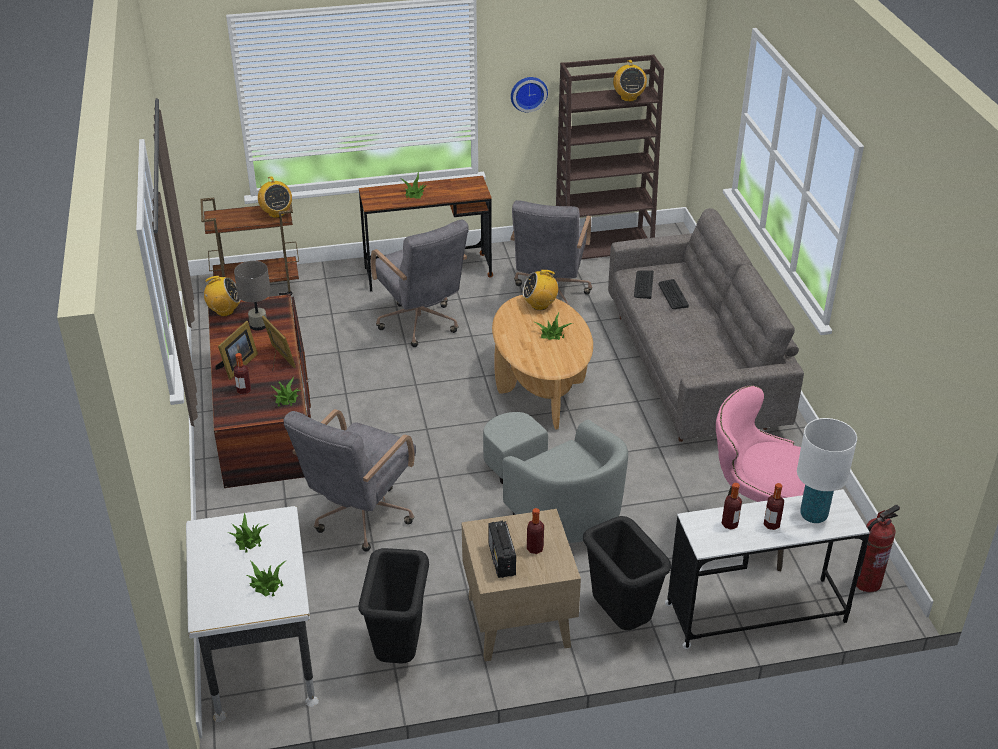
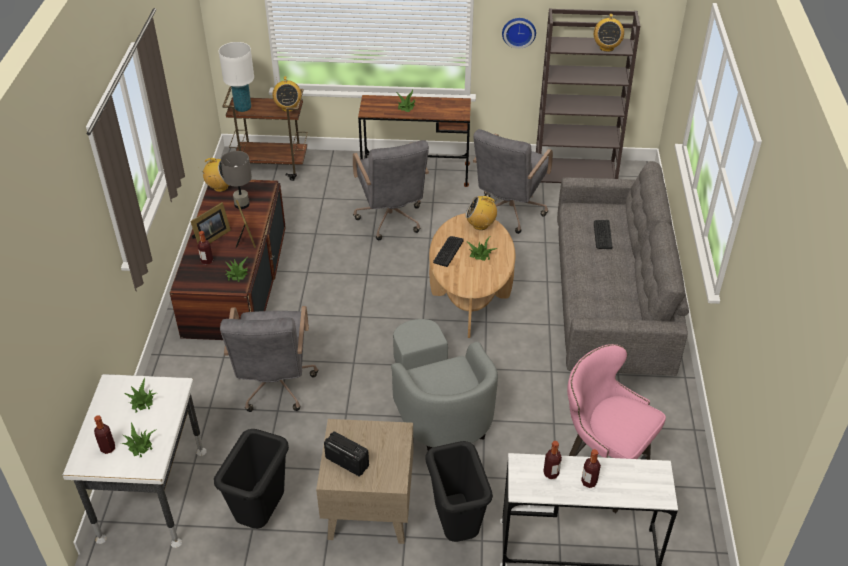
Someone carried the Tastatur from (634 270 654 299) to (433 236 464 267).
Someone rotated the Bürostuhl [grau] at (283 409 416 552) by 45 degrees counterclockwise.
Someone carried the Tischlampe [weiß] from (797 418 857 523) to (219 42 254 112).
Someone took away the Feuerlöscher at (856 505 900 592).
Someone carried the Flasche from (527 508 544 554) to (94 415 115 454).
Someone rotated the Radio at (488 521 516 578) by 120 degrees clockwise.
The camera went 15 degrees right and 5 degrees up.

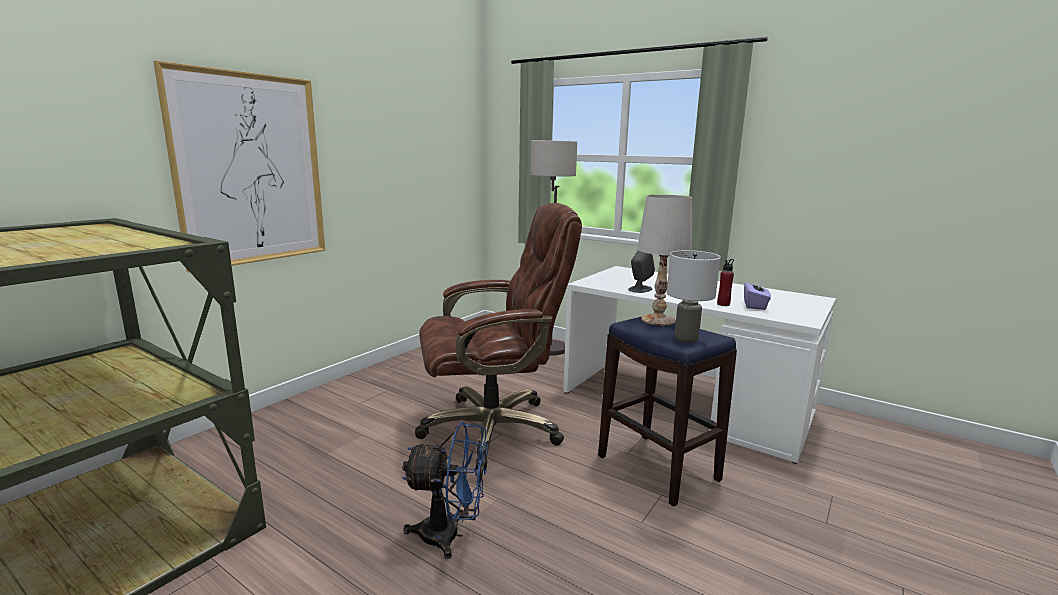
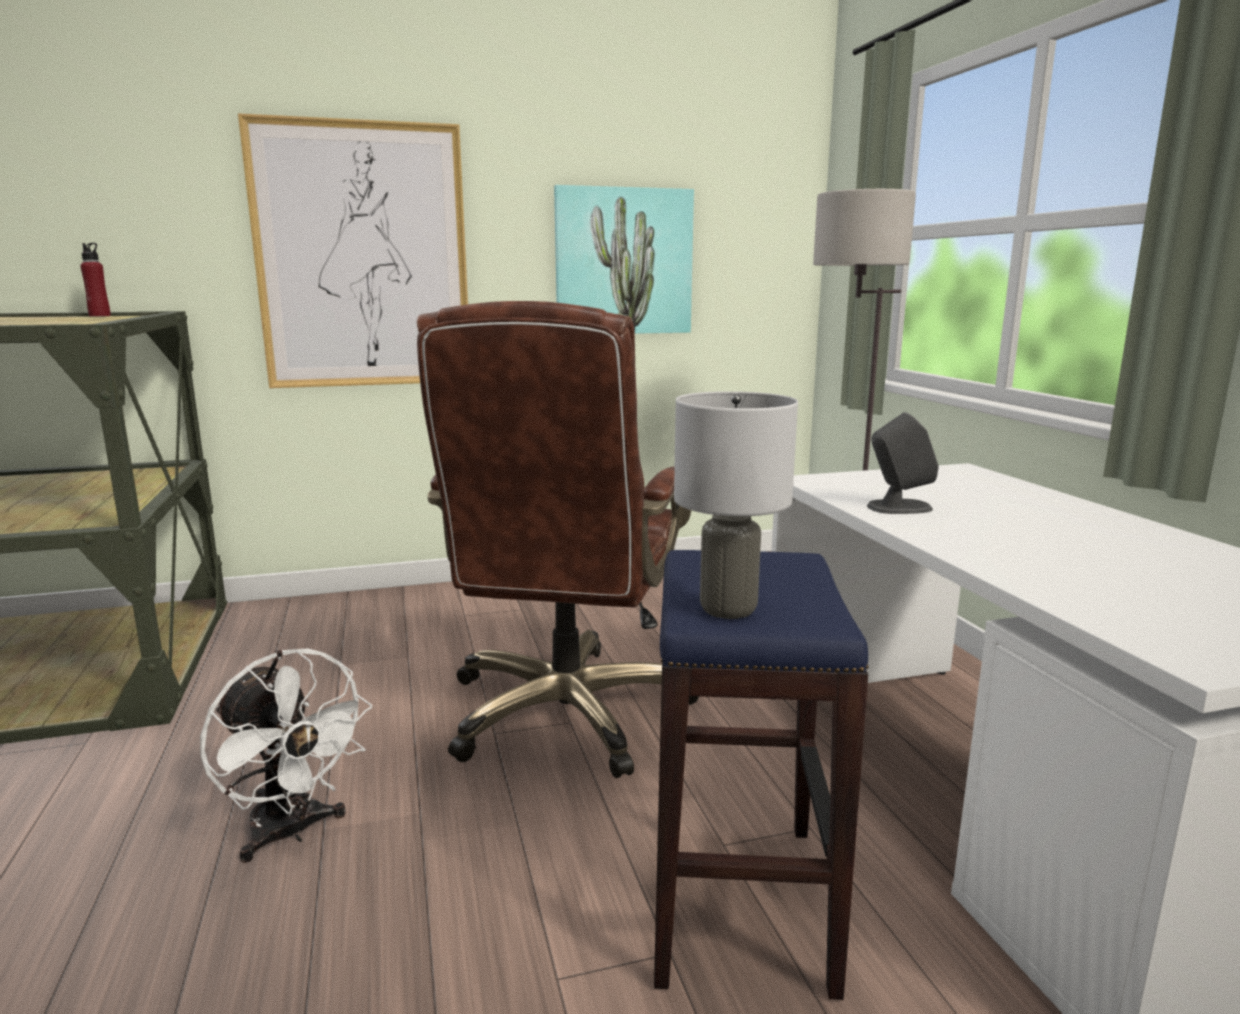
Someone took away the Tischlampe [weiß] at (637 195 692 326).
Someone rotated the Bürostuhl [braun] at (415 203 582 470) by 75 degrees clockwise.
Someone carried the Flasche [rot] from (717 259 734 306) to (80 243 111 317).
Someone took away the Taschentuchbox [lila] at (744 279 771 310).
Someone repainted the Ventilator [blau] at (402 422 488 559), which became the Ventilator [weiß] at (200 649 373 863).
Someone put up the Bild at (554 185 694 334).
The camera went 40 degrees right and 0 degrees up.

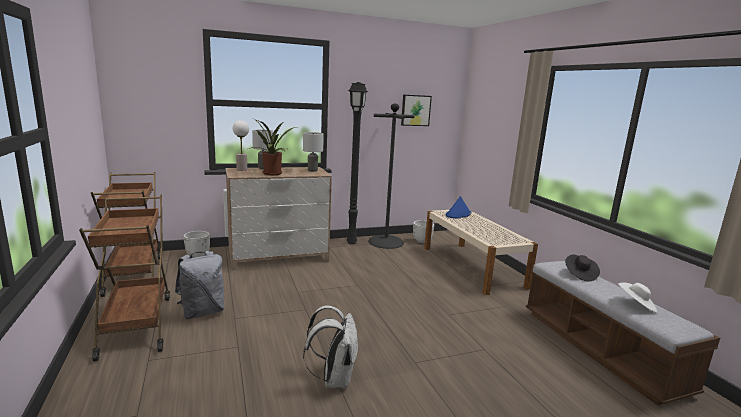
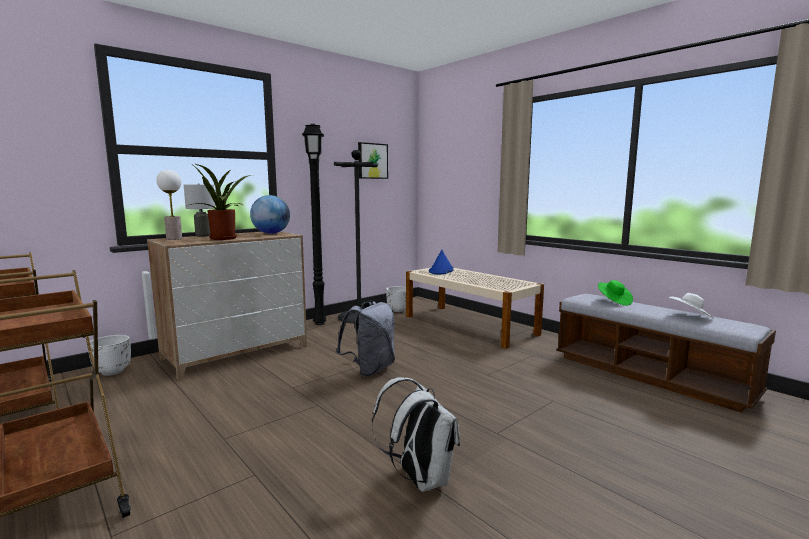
Someone swapped the Tischlampe [weiß] at (303 132 324 172) for the Globus at (250 195 290 234).
Someone carried the Rucksack [grau] from (175 251 224 319) to (336 300 395 376).
Someone repainted the Hut [schwarz] at (565 255 600 281), which became the Hut [grün] at (598 280 633 306).
The camera went 20 degrees left and 5 degrees down.

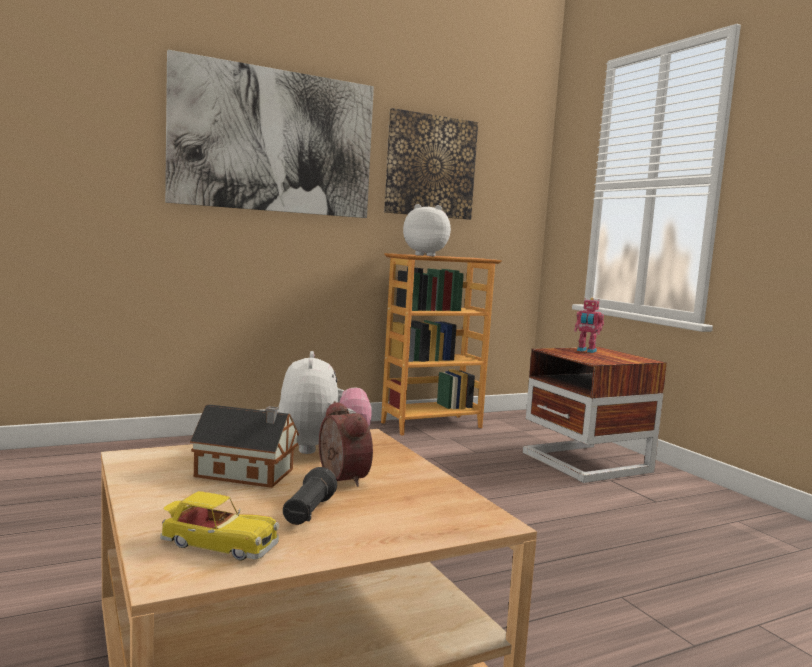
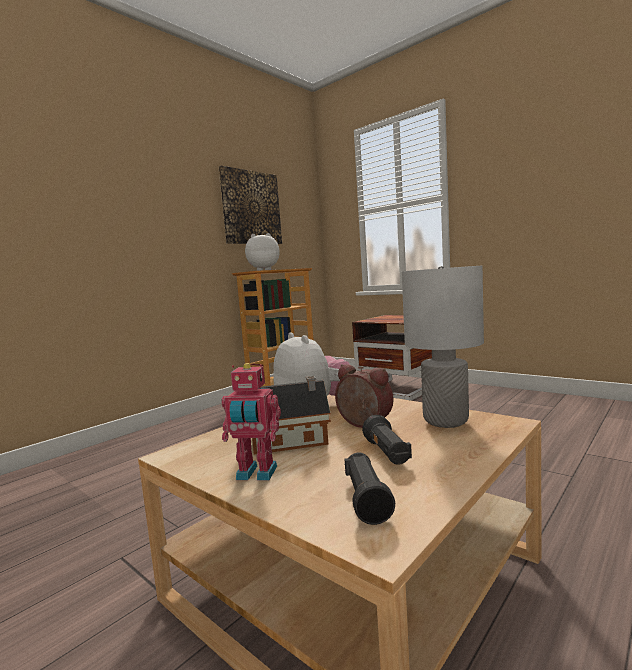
Someone took away the Bild at (165 50 374 218).
Someone carried the Spielzeugroboter from (574 298 604 353) to (222 363 281 481).
Someone swapped the Spielzeugauto at (160 491 279 560) for the Taschenlampe [schwarz] at (344 453 395 525).
Someone put down the Tischlampe [grau] at (402 265 484 428).
The camera went 20 degrees left and 0 degrees up.

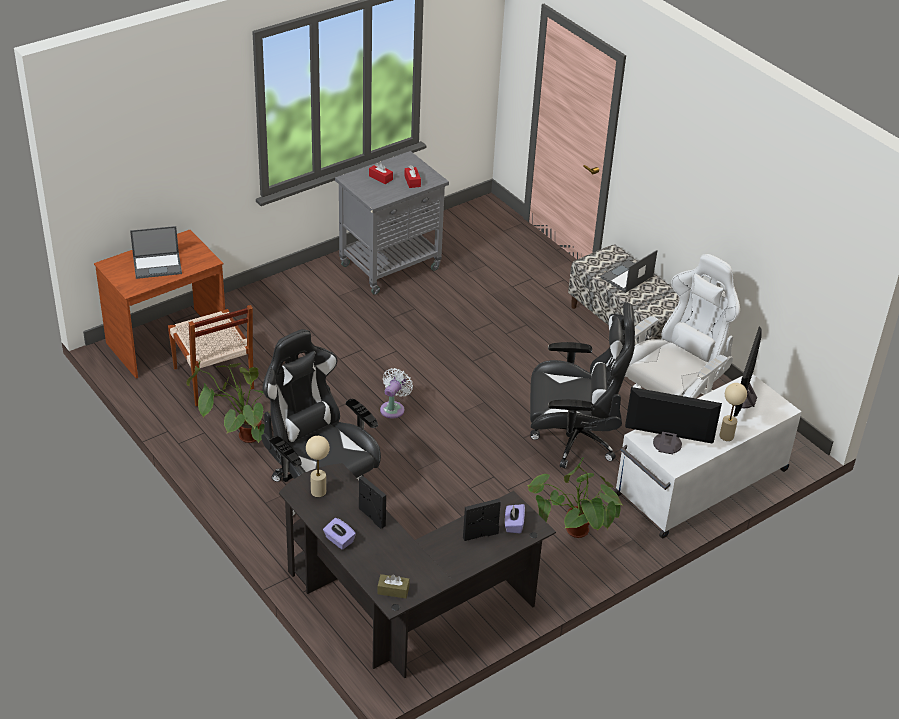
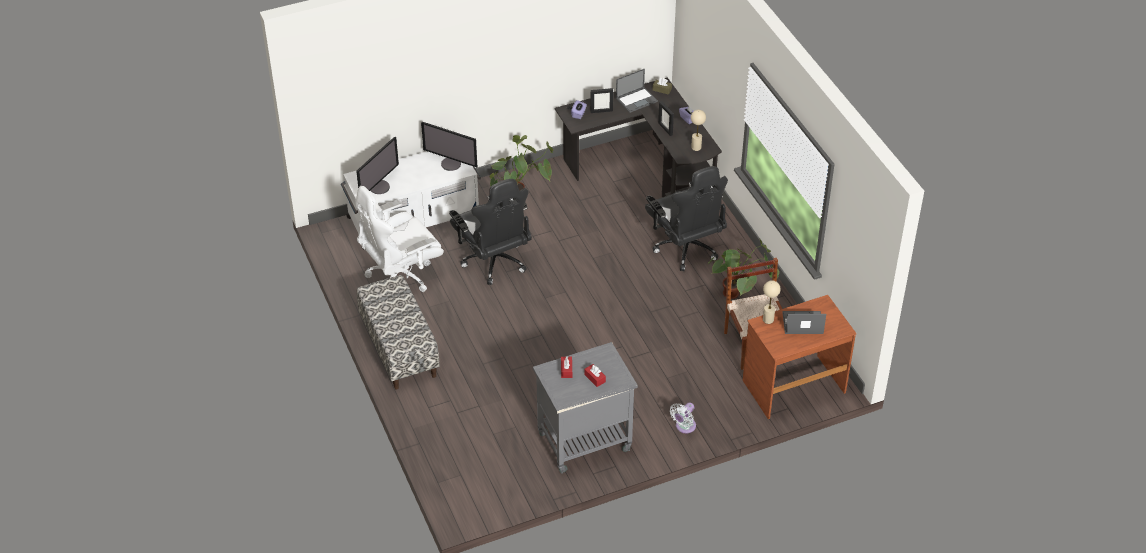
Someone carried the Laptop from (600 250 657 293) to (616 69 658 113).
Someone rotated the Bürostuhl [schwarz] at (530 302 635 469) by 135 degrees counterclockwise.
Someone carried the Ventilator [weiß] from (380 368 413 419) to (670 402 696 433).
Someone carried the Tischlampe [beige] from (720 383 747 441) to (763 280 780 324).
The camera went 165 degrees left and 5 degrees up.

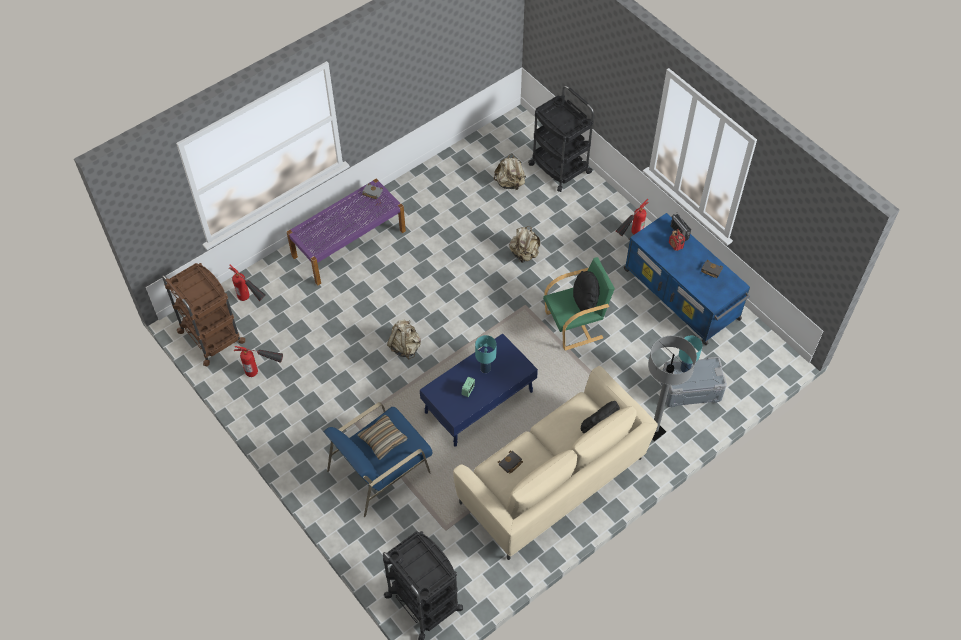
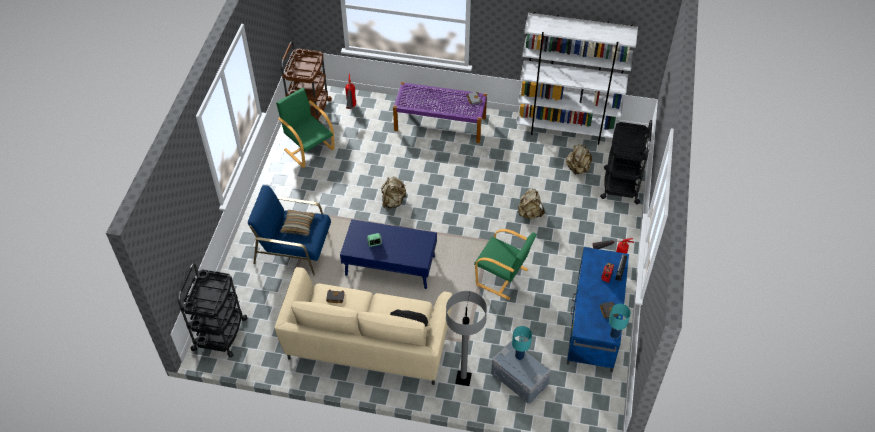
Someone took away the Kissen [schwarz] at (573 271 600 311).
Someone carried the Tischlampe [türkis] from (475 335 497 373) to (609 304 631 339).
Someone swapped the Feuerlöscher at (234 346 283 377) for the Sessel [grün] at (276 88 335 168).
Someone put down the Bücherregal [weiß] at (516 12 638 145).
The camera went 50 degrees right and 5 degrees down.

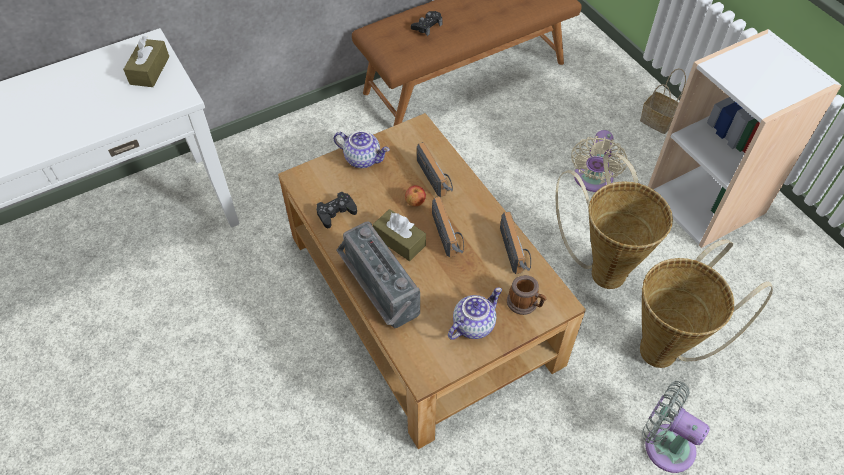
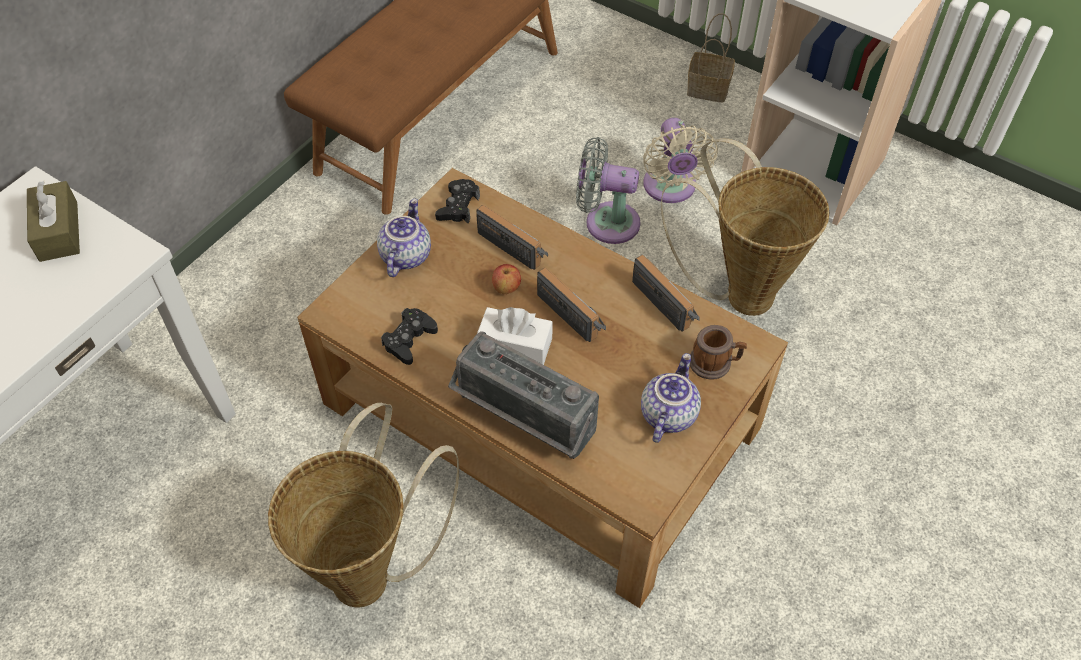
Someone carried the Gamepad [schwarz] from (411 11 443 36) to (435 179 480 223).
Someone rotated the Teekanne at (334 131 390 168) by 75 degrees counterclockwise.
Someone repainted the Taschentuchbox [braun] at (373 209 426 261), which became the Taschentuchbox [weiß] at (477 307 552 365).
Someone carried the Korb from (640 239 773 368) to (268 403 459 608).
Someone carried the Ventilator [grau] from (642 381 710 473) to (576 137 640 244).
The camera went 25 degrees left and 0 degrees up.

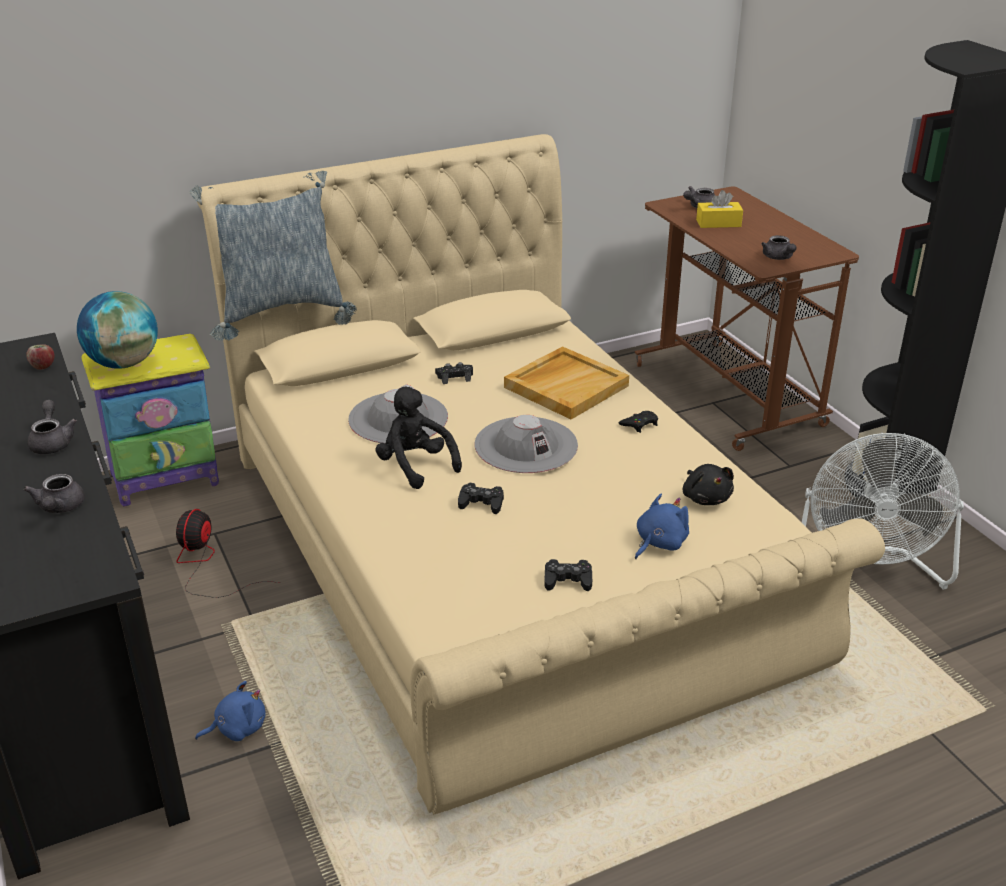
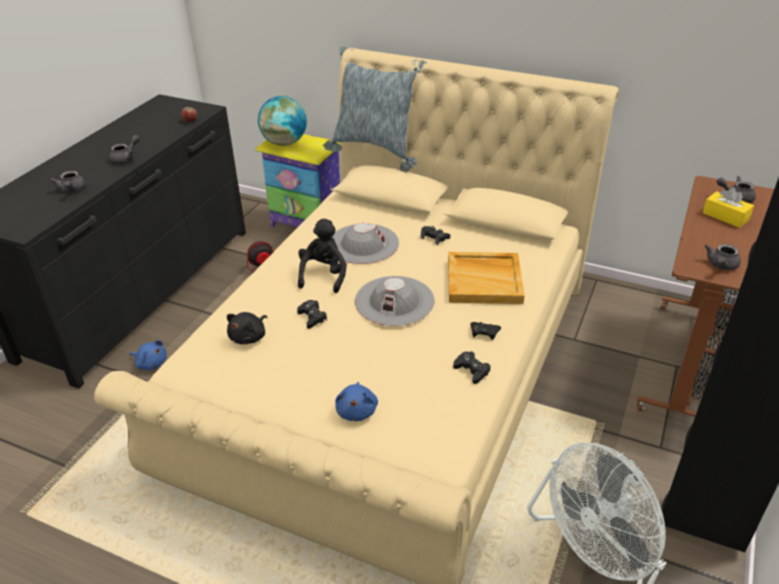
Someone carried the Plüschtier [schwarz] from (683 464 734 505) to (227 312 267 344).
Someone rotated the Teekanne [grau] at (24 474 85 513) by 60 degrees counterclockwise.
Someone rotated the Plüschtier [blau] at (635 494 689 559) by 90 degrees clockwise.
Someone carried the Gamepad [schwarz] from (544 559 592 591) to (453 351 490 384).
The camera went 50 degrees right and 5 degrees up.

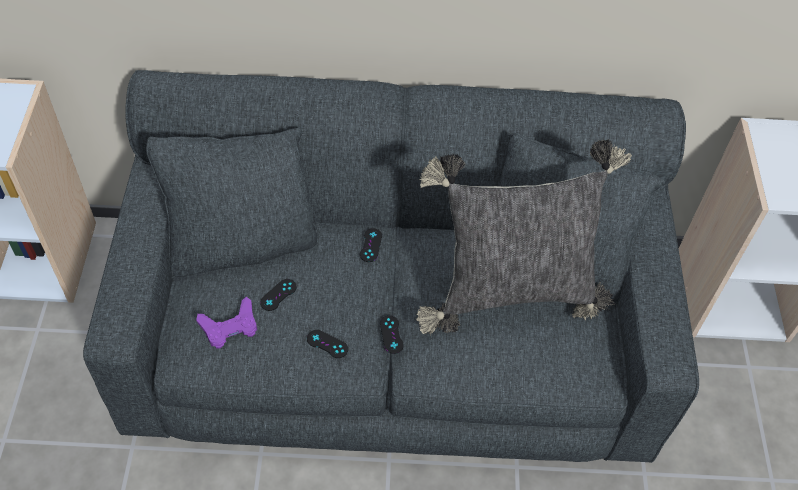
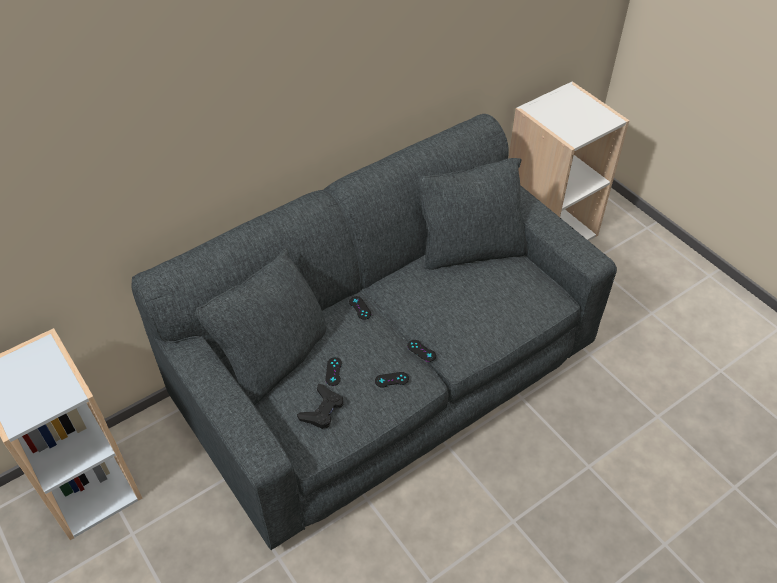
Someone took away the Kissen at (417 139 632 336).
Someone repainted the Gamepad [lila] at (196 297 257 348), which became the Gamepad [schwarz] at (297 384 343 429).
The camera went 35 degrees left and 5 degrees down.

